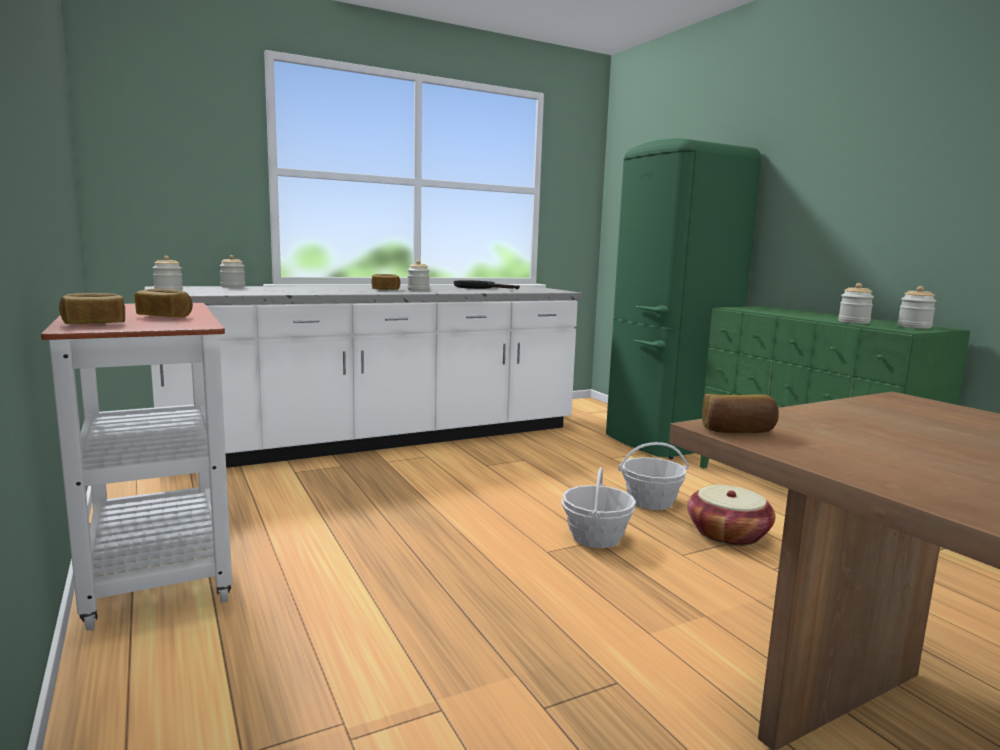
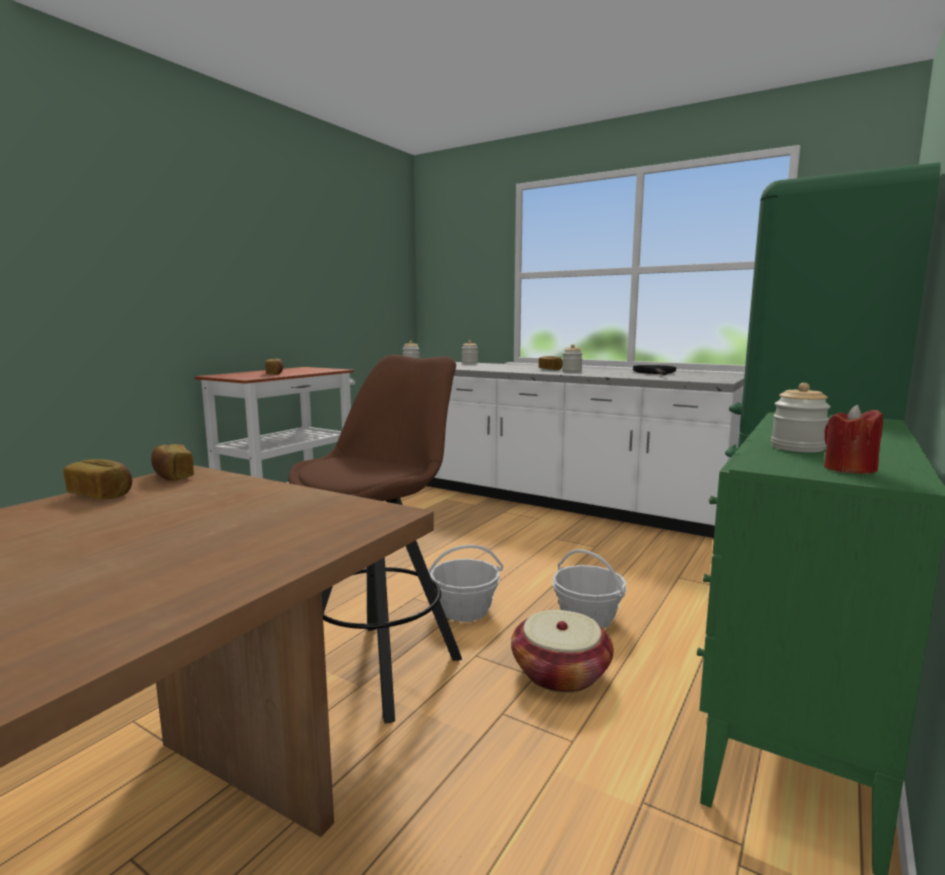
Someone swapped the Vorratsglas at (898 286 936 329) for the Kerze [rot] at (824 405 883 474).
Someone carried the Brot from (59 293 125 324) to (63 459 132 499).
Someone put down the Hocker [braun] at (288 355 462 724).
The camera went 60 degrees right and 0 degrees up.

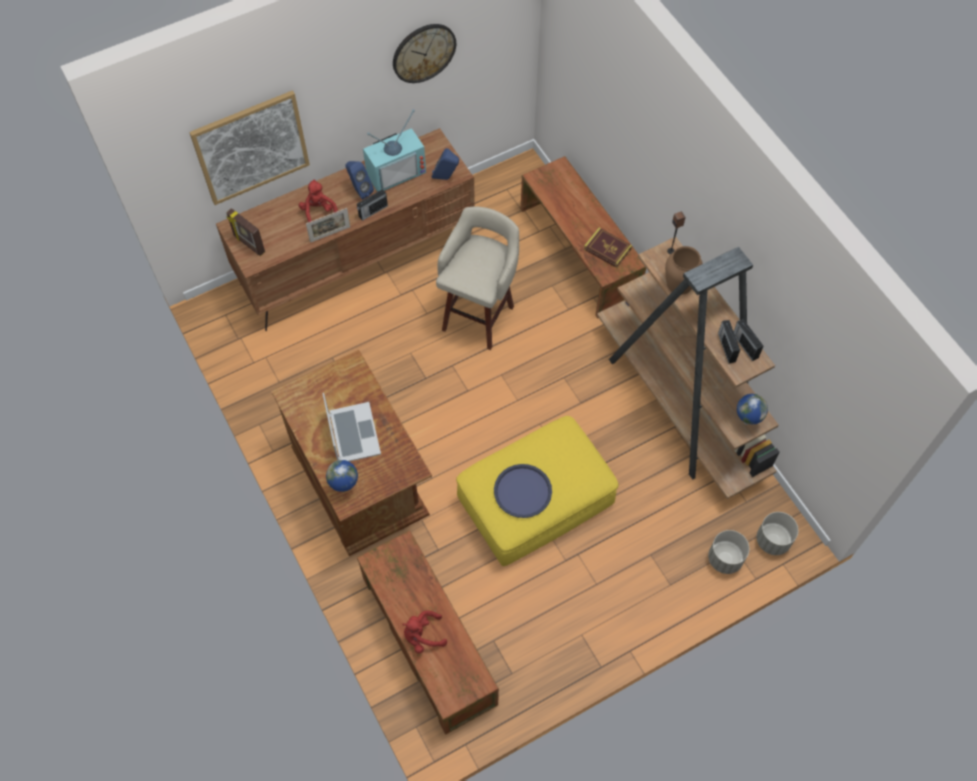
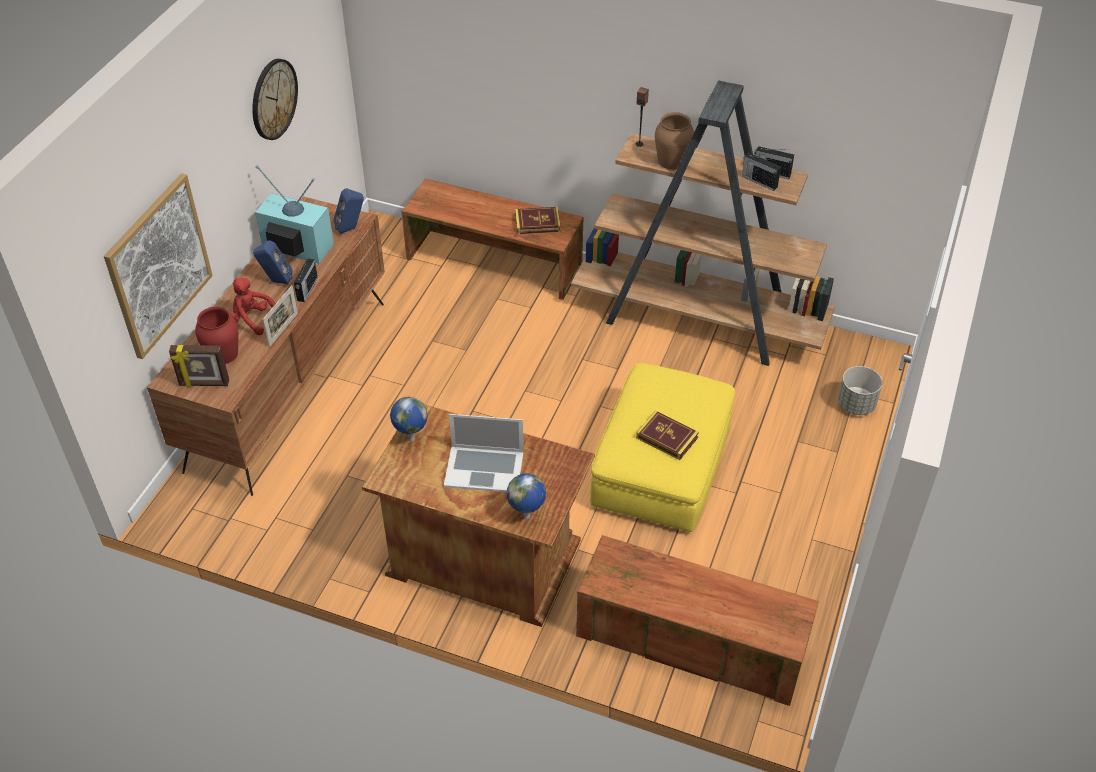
Someone rotated the Fernseher at (363 109 426 192) by 90 degrees counterclockwise.
Someone took away the Hocker [beige] at (436 206 519 350).
Someone rotated the Laptop at (323 393 381 462) by 150 degrees clockwise.
Someone carried the Globus from (737 394 768 425) to (390 397 428 441).
Someone swapped the Tablett [blau] at (494 464 552 518) for the Buch at (636 411 699 460).
Someone took away the Pflanzkübel [grau] at (757 512 798 555).
Someone took away the Plüschtier [rot] at (402 611 447 653).
Someone put down the Vase [rot] at (195 306 238 364).
The camera went 40 degrees left and 15 degrees down.

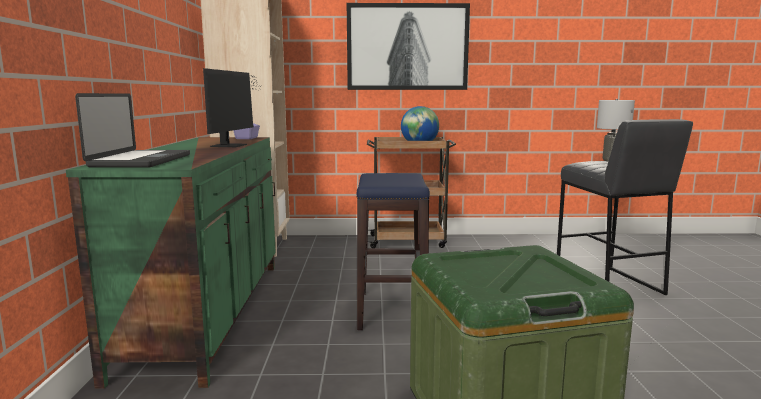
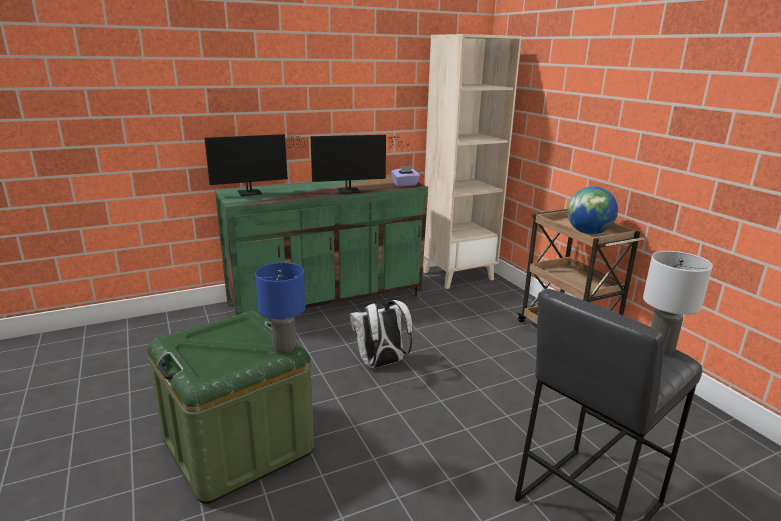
Someone took away the Bild at (347 3 470 90).
Someone swapped the Laptop at (75 93 190 168) for the Monitor at (205 134 310 196).
Someone swapped the Hocker at (357 173 430 330) for the Rucksack [weiß] at (350 300 412 368).
Someone put down the Tischlampe [blau] at (255 262 306 354).
The camera went 65 degrees right and 10 degrees up.

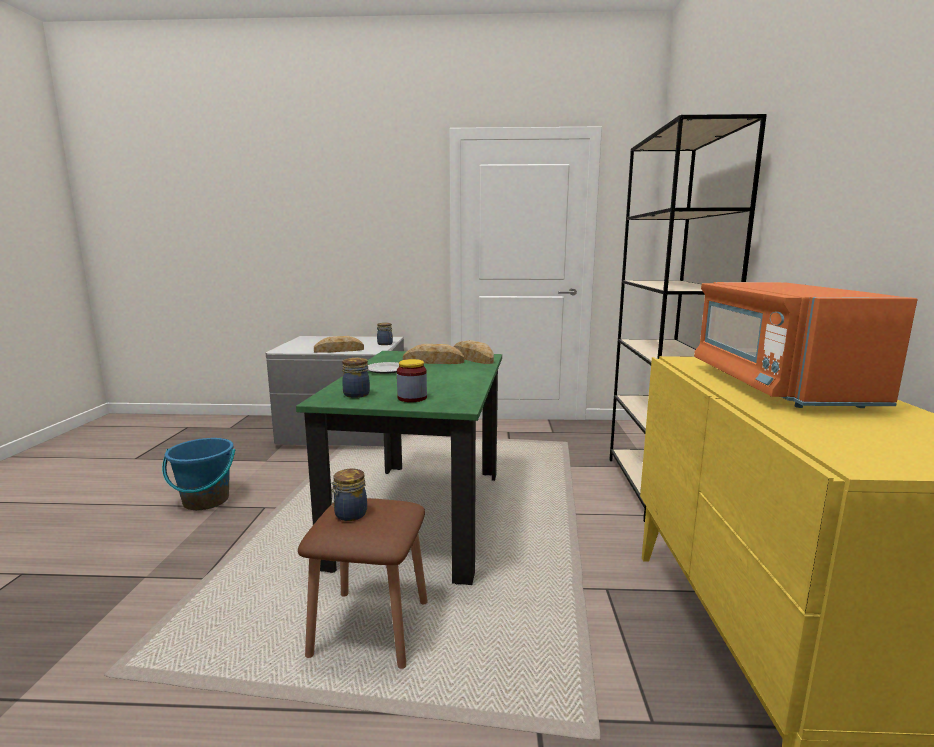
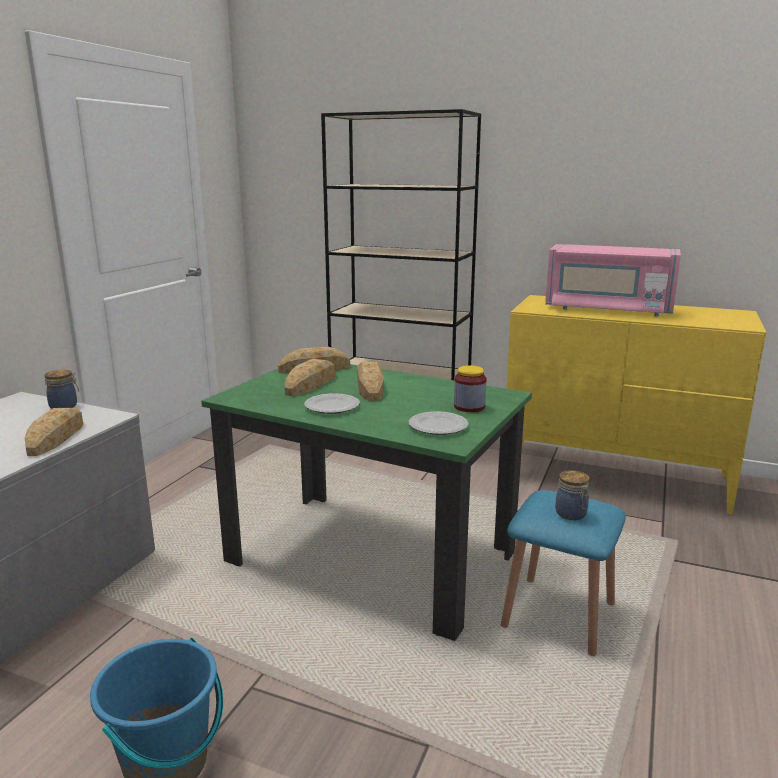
Someone repainted the Mikrowelle [orange] at (694 282 918 408), which became the Mikrowelle [rosa] at (545 244 681 316).
Someone swapped the Vorratsglas at (342 358 370 398) for the Teller at (408 411 468 435).
Someone repainted the Hocker [braun] at (298 498 428 669), which became the Hocker [blau] at (501 490 626 656).
Someone put down the Brot at (357 362 384 401).
The camera went 70 degrees left and 5 degrees up.

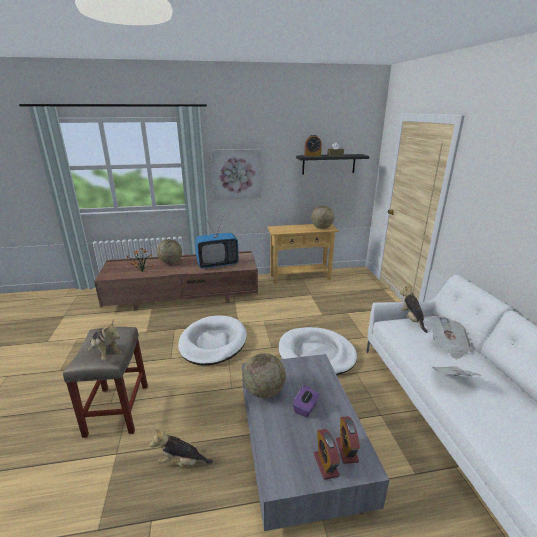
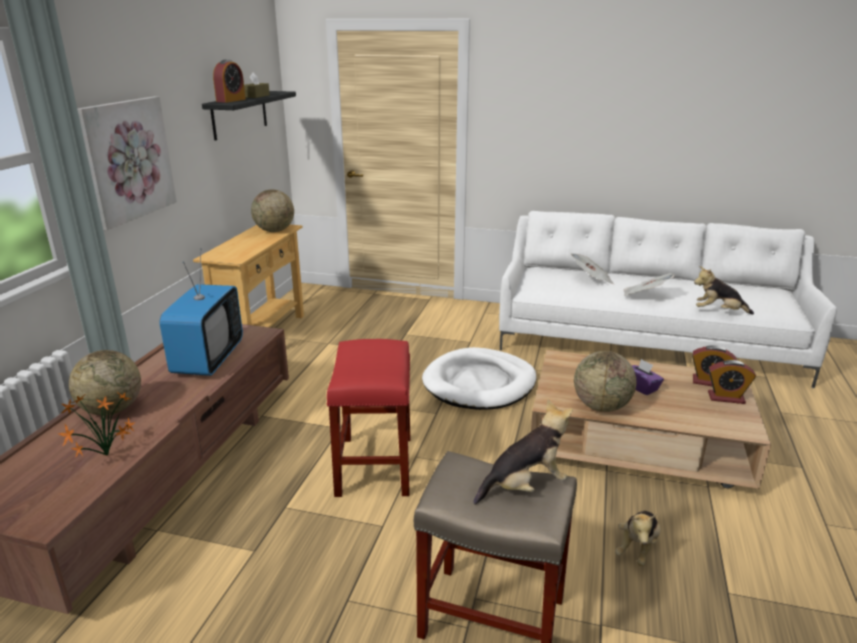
Someone carried the Plüschtier from (400 284 428 333) to (694 266 754 314).
Someone swapped the Hundebett [weiß] at (178 316 247 365) for the Hocker [rot] at (326 339 410 497).
Someone repainted the Couchtisch [grau] at (242 354 390 531), which became the Couchtisch [braun] at (531 350 771 489).
The camera went 65 degrees left and 0 degrees up.

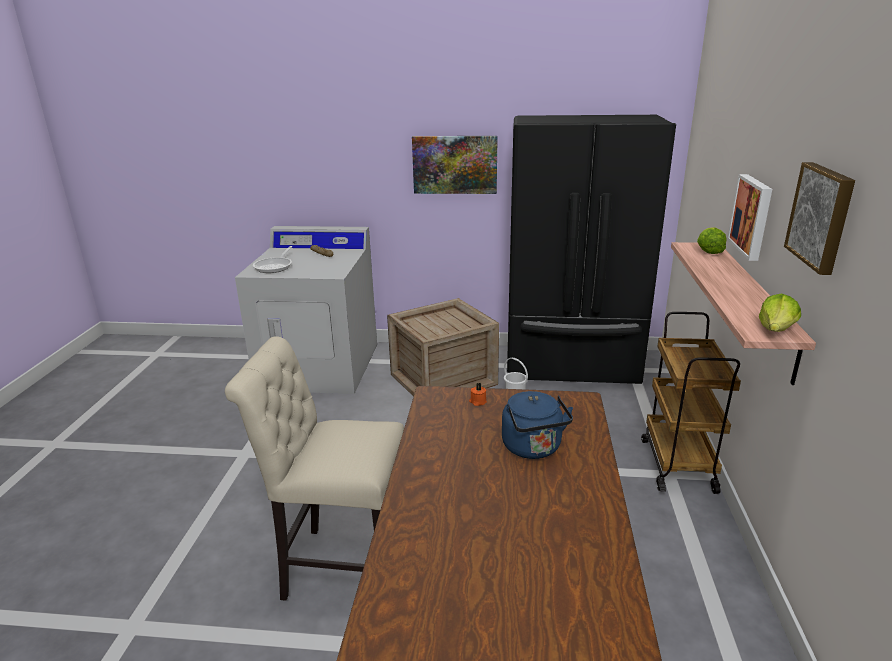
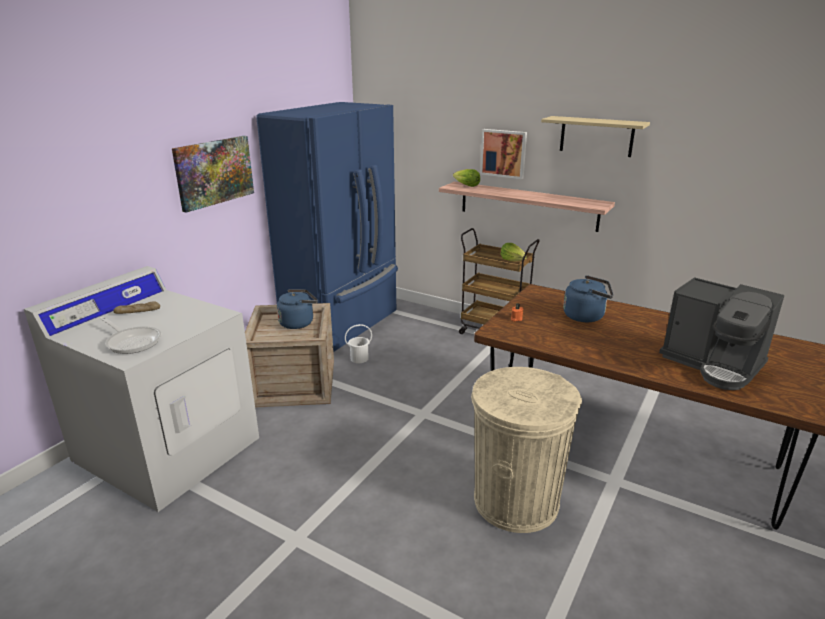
Someone repainted the Kühlschrank [schwarz] at (507 115 676 384), which became the Kühlschrank [blau] at (256 102 398 352).
Someone swapped the Bild at (784 162 855 275) for the Wandregal [beige] at (541 116 650 157).
Someone carried the Salatkopf from (759 294 801 332) to (501 243 527 261).
Someone swapped the Hocker [beige] at (225 336 404 601) for the Mülleimer [beige] at (471 367 582 533).
Someone put down the Kaffeemaschine at (659 277 784 390).
Someone put down the Wasserkessel [blau] at (277 289 318 329).
The camera went 65 degrees left and 0 degrees up.

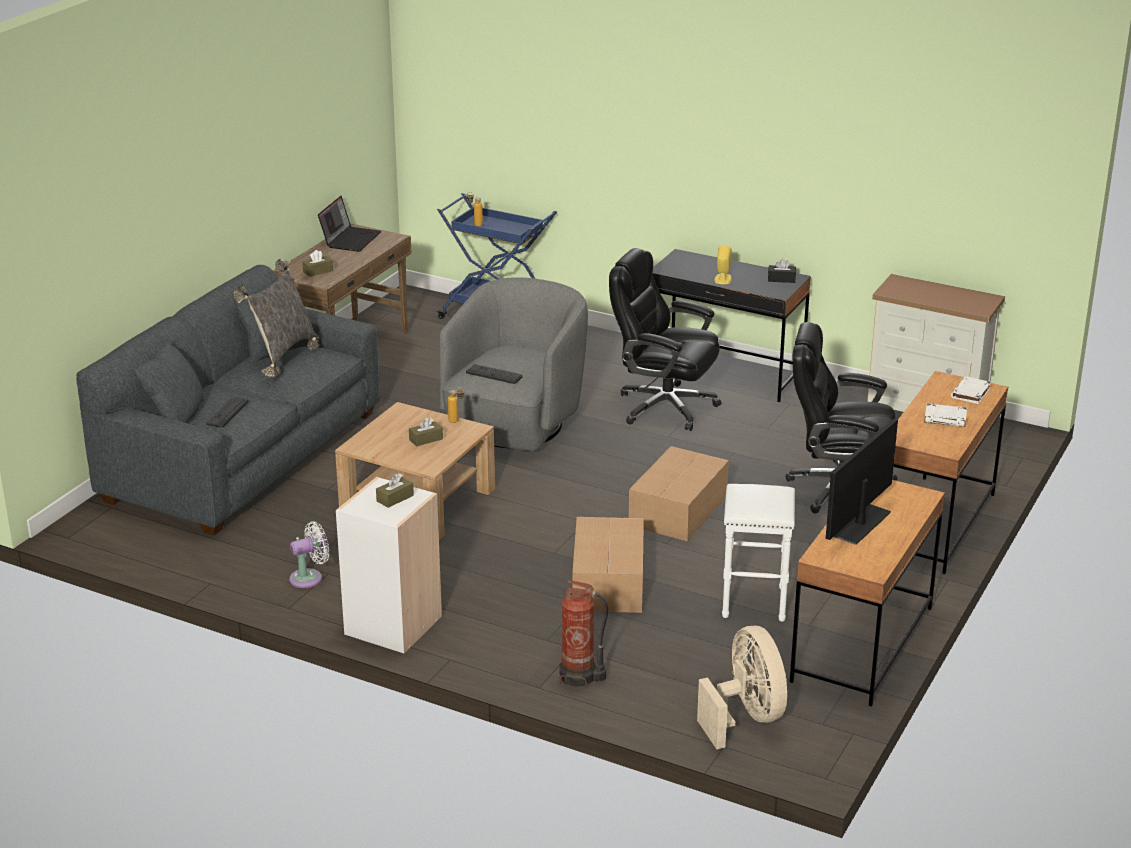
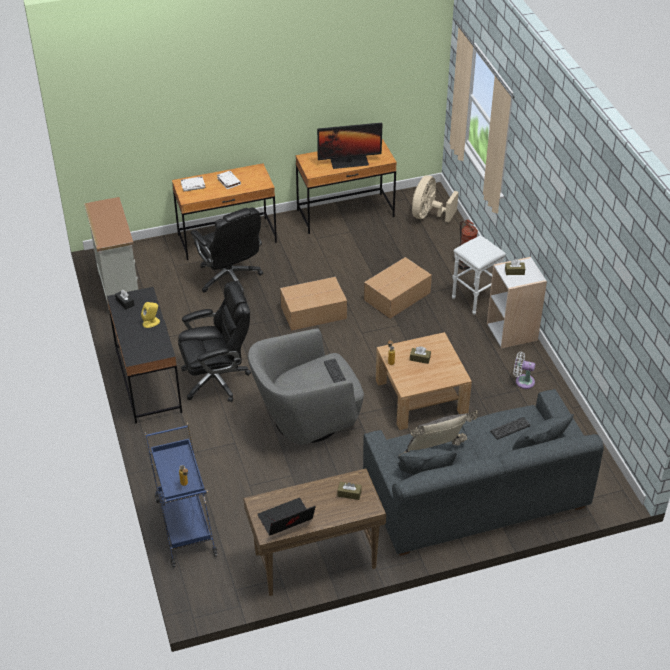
Someone rotated the Bürostuhl [schwarz] at (609 248 722 431) by 90 degrees counterclockwise.
Someone carried the Hocker [weiß] from (722 484 795 622) to (452 235 506 315).
The camera went 135 degrees left and 15 degrees up.

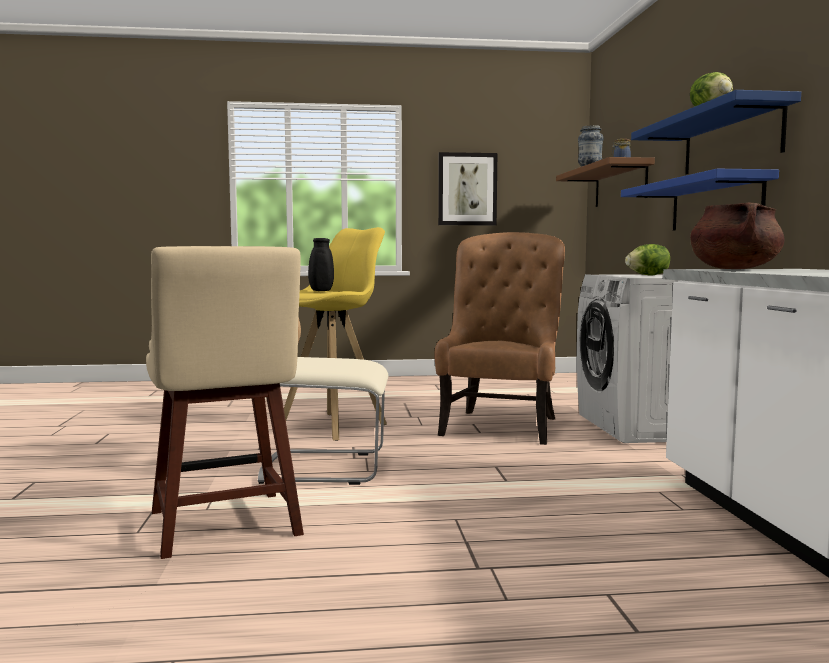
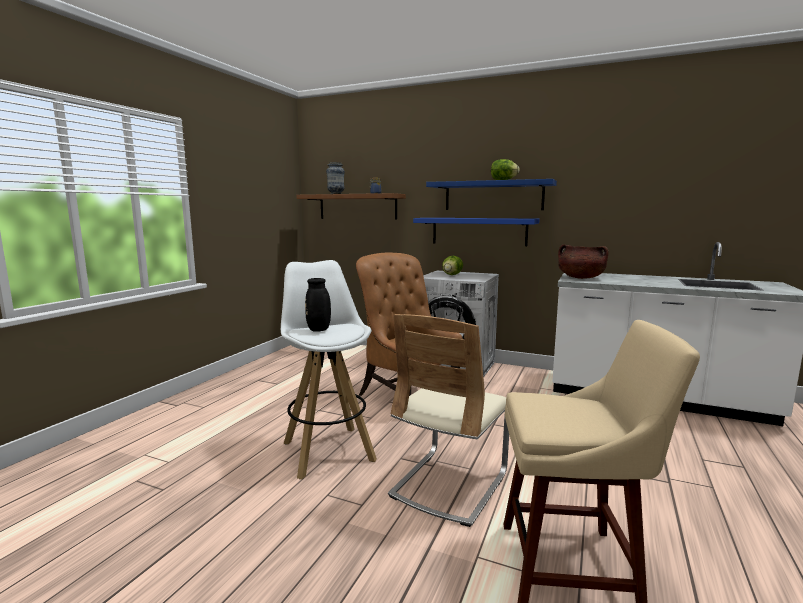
Someone took away the Bild at (438 152 497 225).
Someone repainted the Hocker [gelb] at (284 227 387 441), which became the Hocker [weiß] at (281 260 377 479).
The camera went 60 degrees left and 5 degrees up.

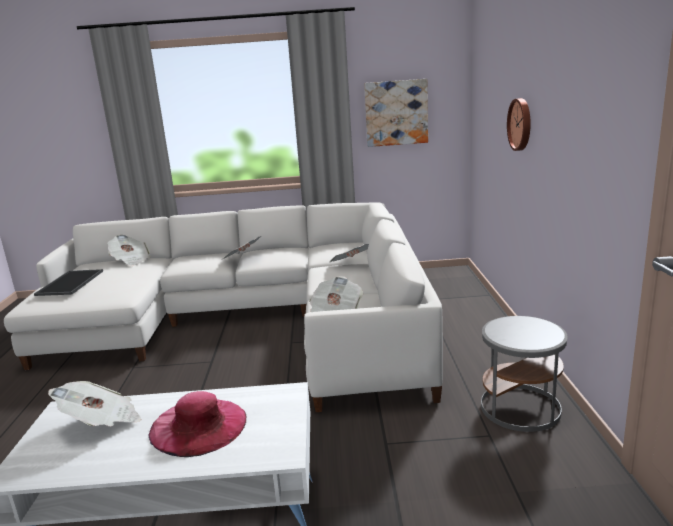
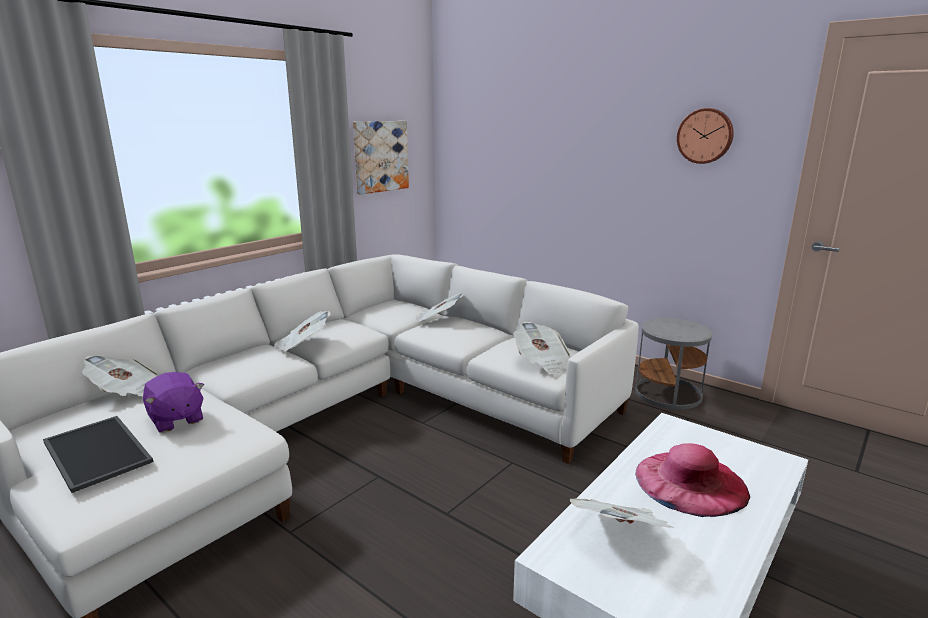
Someone carried the Wanduhr from (507 98 531 151) to (677 108 734 164).
Someone put down the Plüschtier [lila] at (143 372 204 433).
The camera went 50 degrees left and 0 degrees up.

